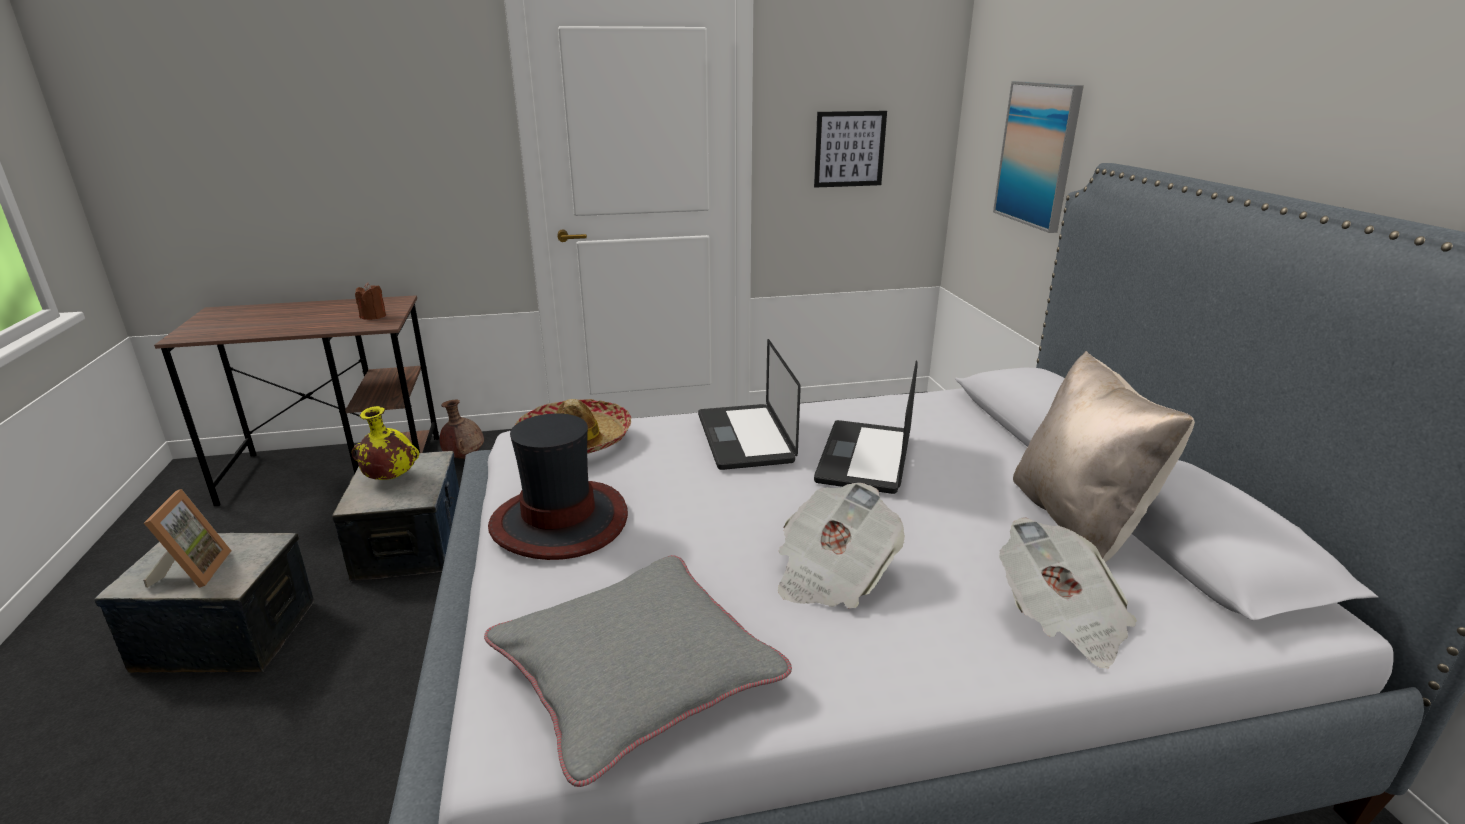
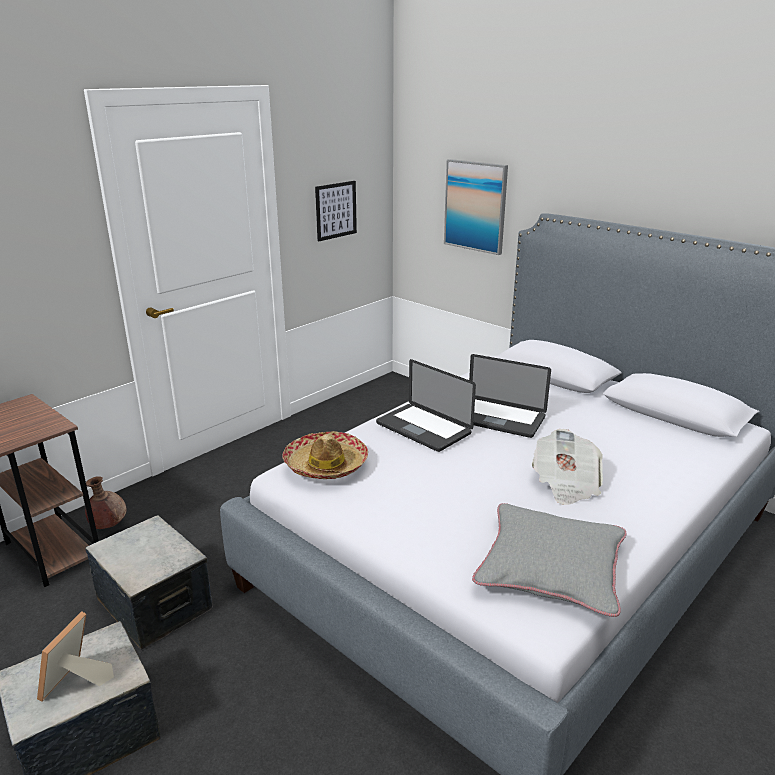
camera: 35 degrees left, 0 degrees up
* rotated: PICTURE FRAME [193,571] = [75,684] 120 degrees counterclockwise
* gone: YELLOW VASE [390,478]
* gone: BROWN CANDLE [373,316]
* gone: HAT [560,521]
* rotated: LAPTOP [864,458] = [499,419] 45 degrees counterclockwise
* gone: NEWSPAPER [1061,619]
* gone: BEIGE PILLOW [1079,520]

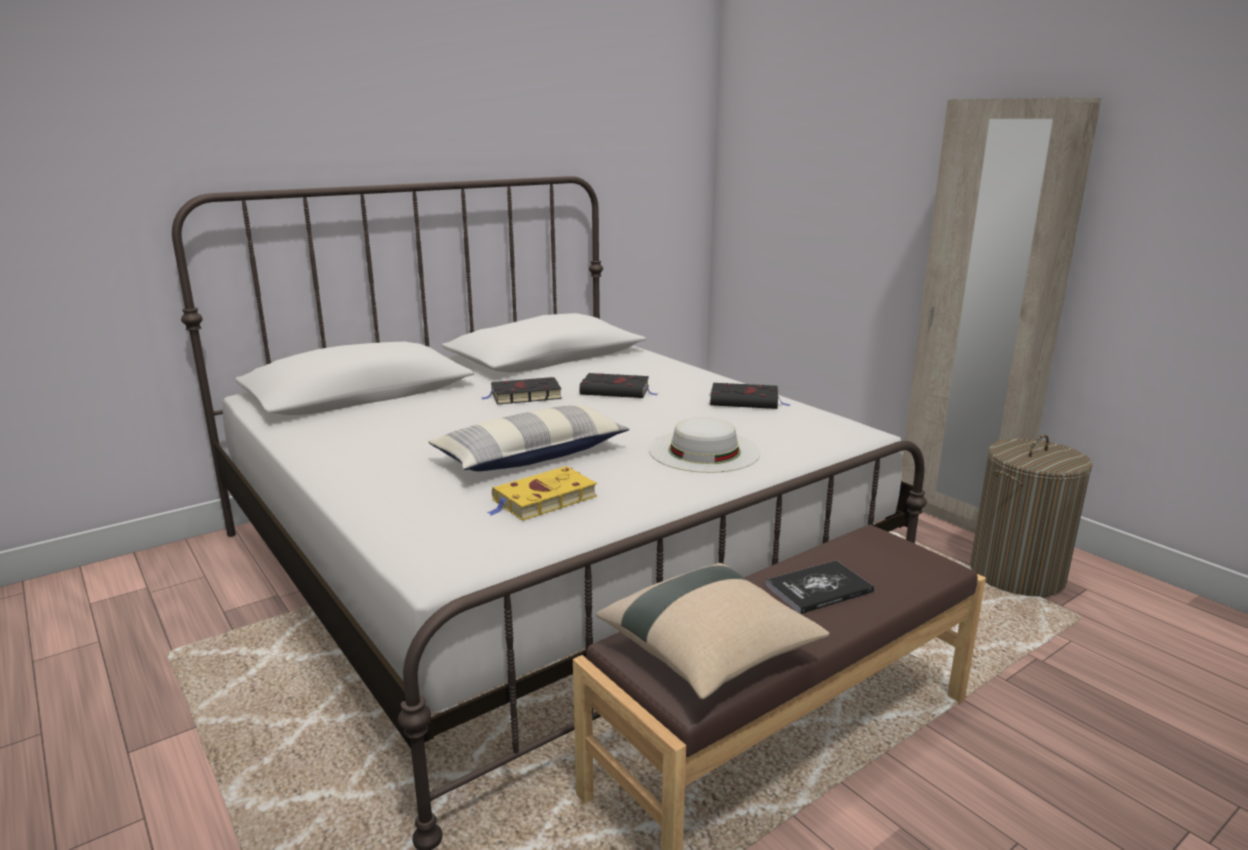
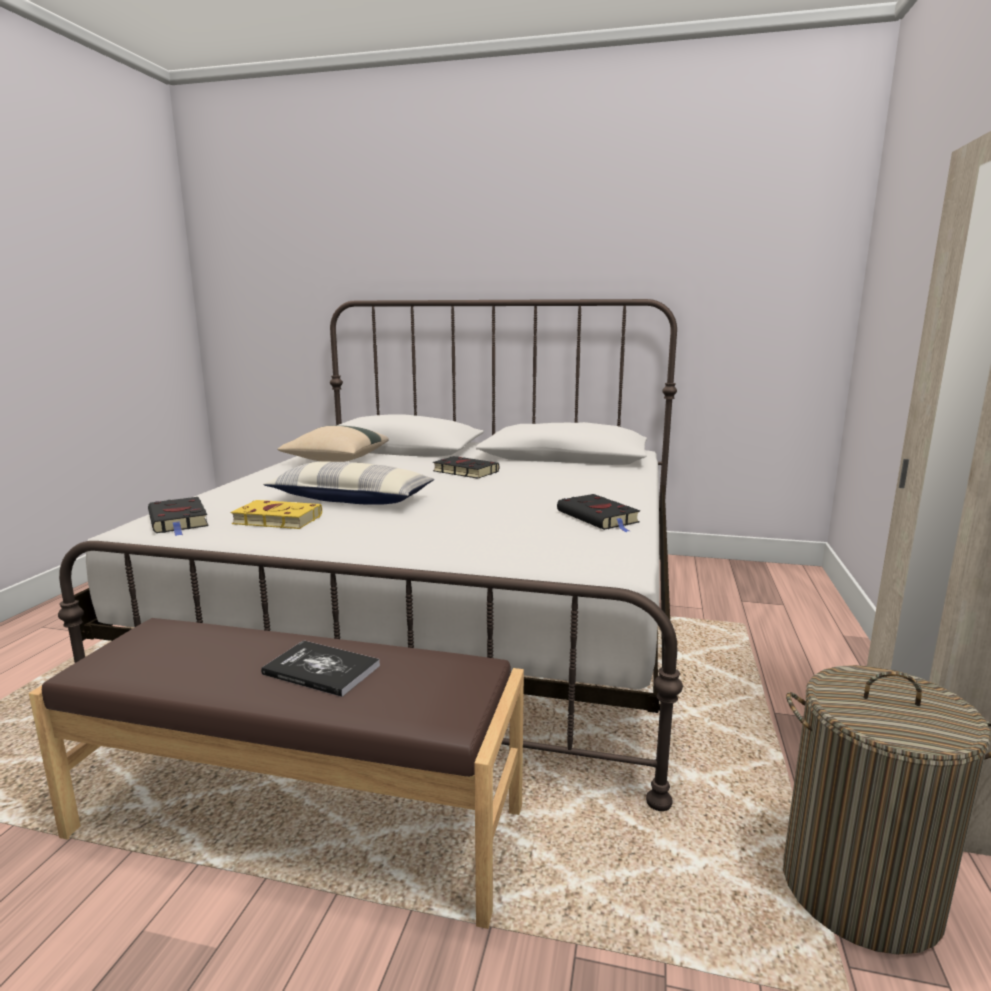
camera: 50 degrees right, 5 degrees down
* shifted: BLACK BOOK [617,391] to [179,521]
* shifted: BEIGE PILLOW [710,653] to [336,460]
* gone: WHITE HAT [704,451]

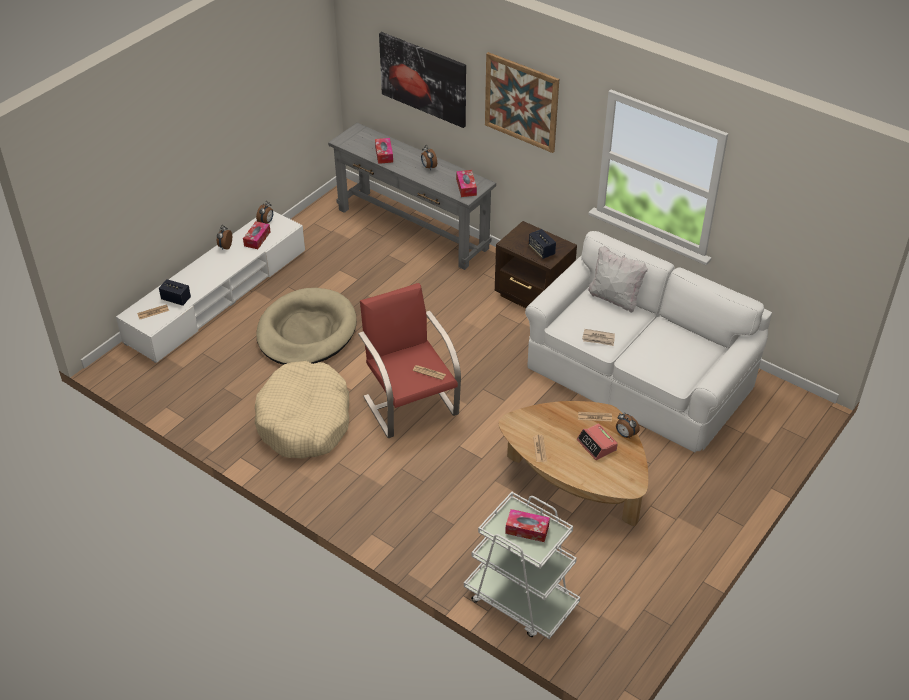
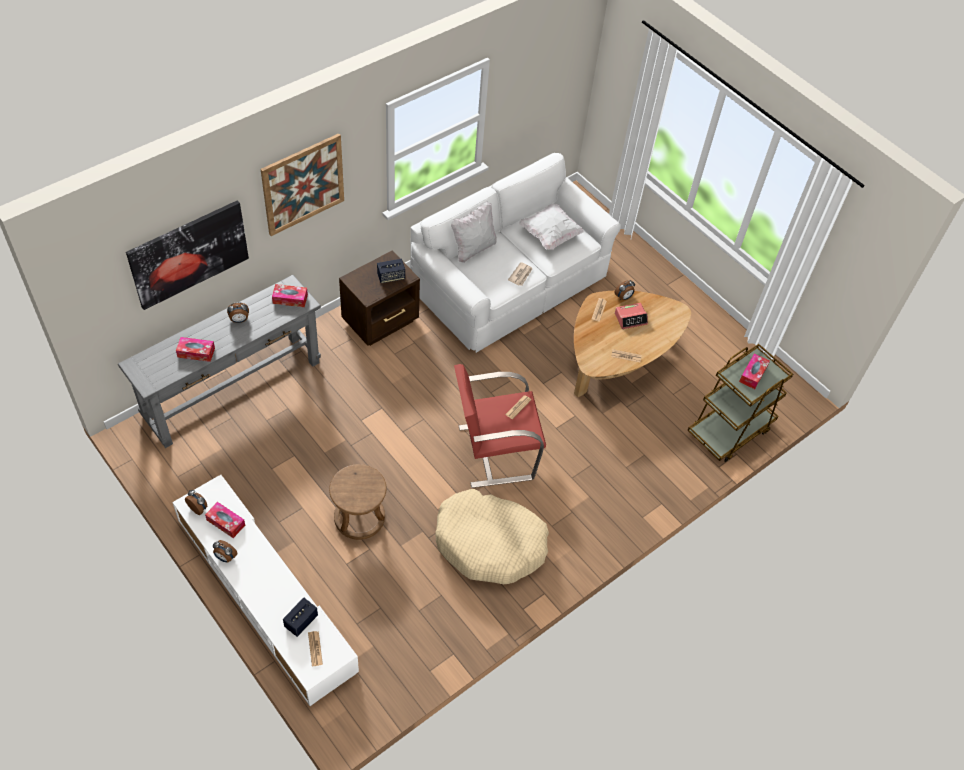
camera: 80 degrees left, 10 degrees up
* swapped: BEIGE DOG BED [306,331] to BROWN STOOL [359,518]
* repainted: WHITE CART [520,600] to BROWN CART [729,430]
* new: WHITE PILLOW [550,235]

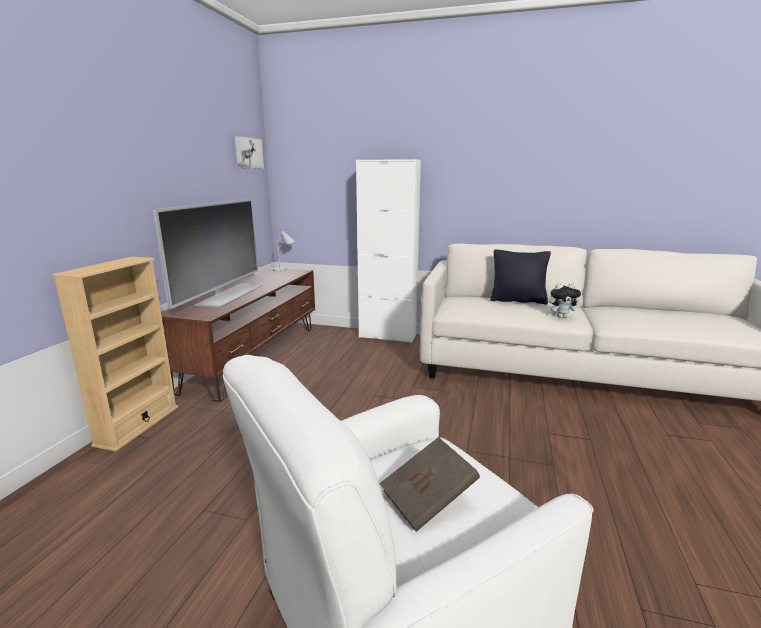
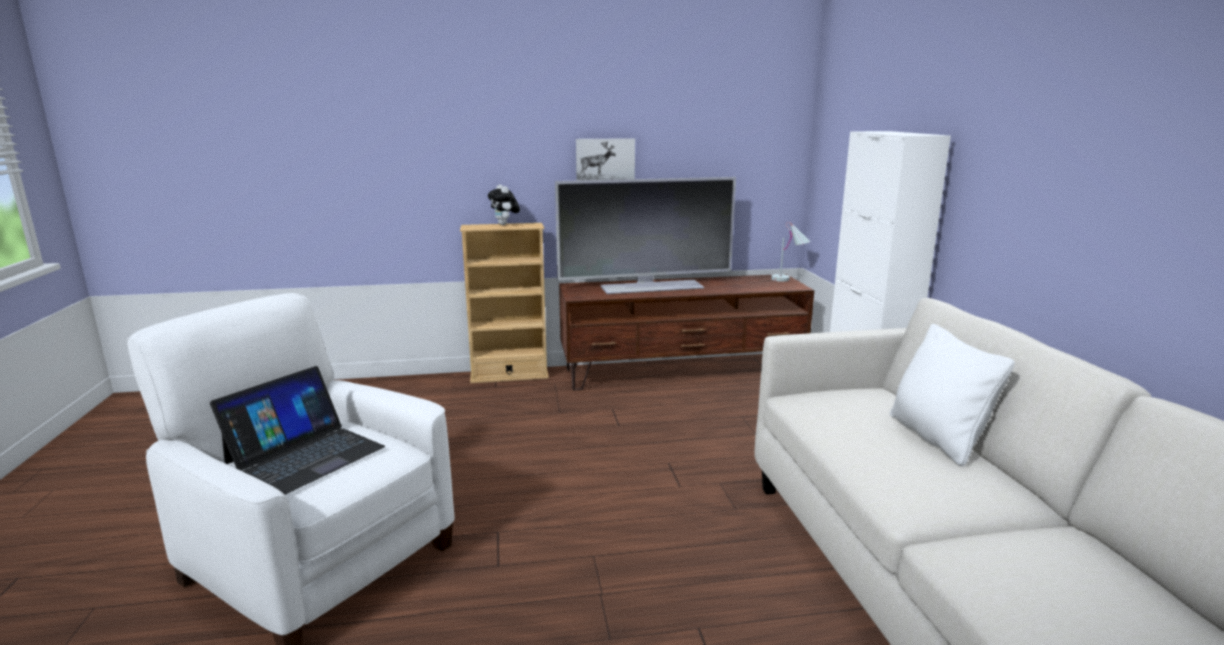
camera: 65 degrees right, 0 degrees up
* shifted: PICTURE [248,153] to [605,159]
* swapped: BROWN BOOK [428,499] to LAPTOP [305,455]
* repainted: BLACK PILLOW [518,301] to WHITE PILLOW [937,438]
* shifted: PLUSH TOY [562,317] to [505,224]

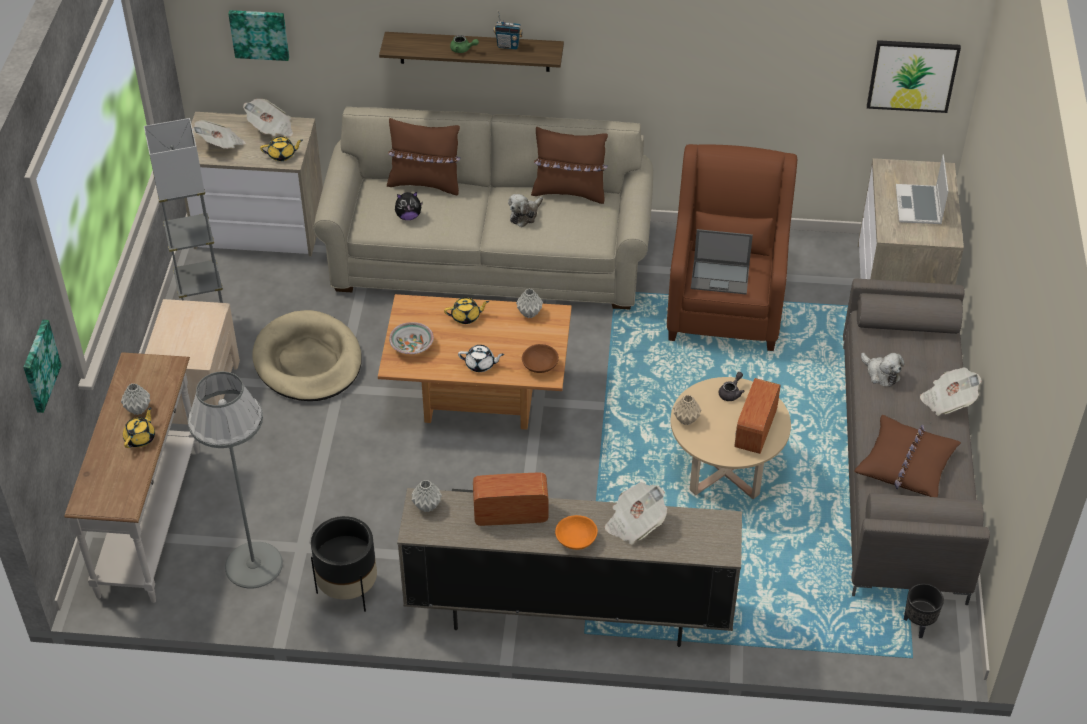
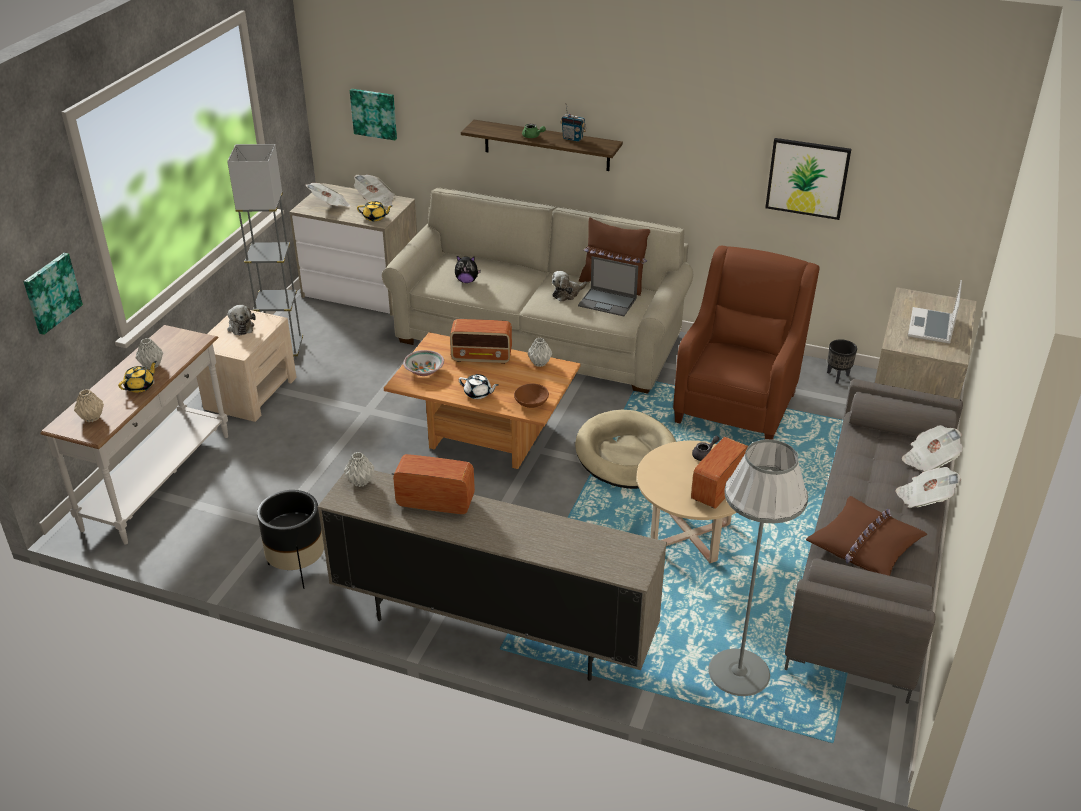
camera: 15 degrees right, 10 degrees down
* shifted: GREY FLOOR LAMP [253,565] to [738,673]
* shifted: BEIGE DOG BED [308,361] to [626,454]
* gone: BROWN PILLOW [425,183]
* swapped: YELLOW TEAPOT [466,317] to RADIO [482,357]
* gone: ORANGE BOWL [576,540]
* shifted: NEWSPAPER [634,523] to [929,460]
* shifted: BEIGE VASE [686,419] to [92,418]
* shifted: LAPTOP [720,277] to [608,302]
* shifted: PLUSH TOY [881,374] to [240,326]
* shifted: PICTURE [912,75] to [807,178]
* shifted: BLACK PLANTER [918,625] to [838,377]

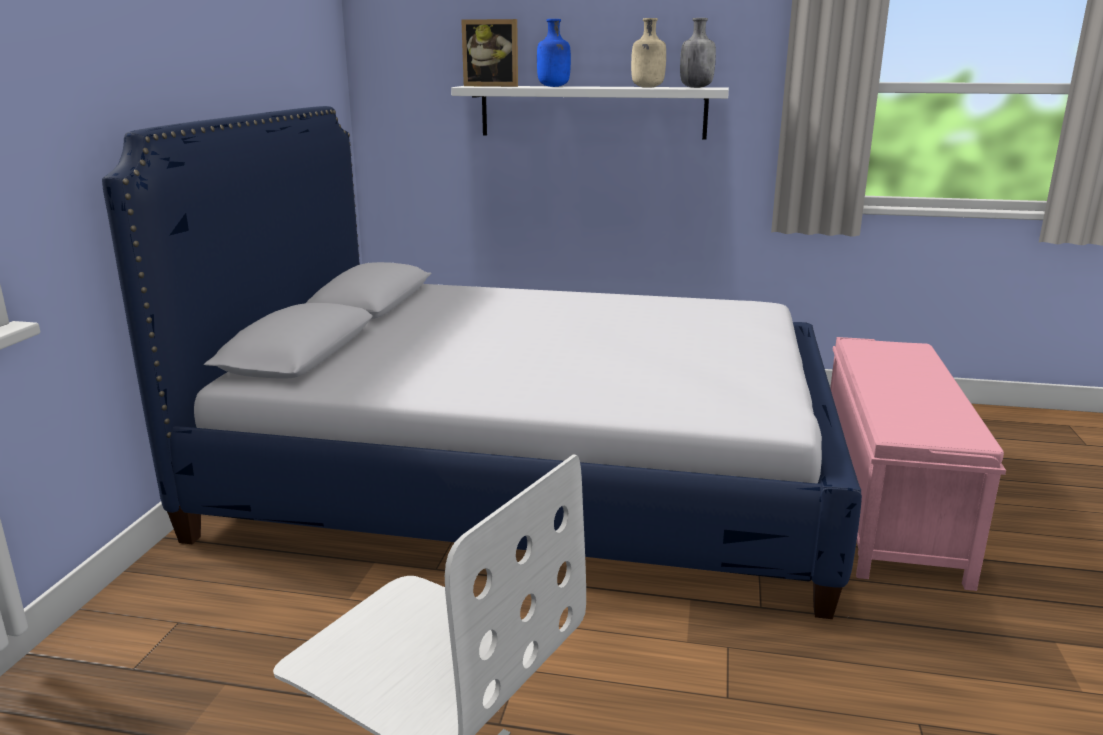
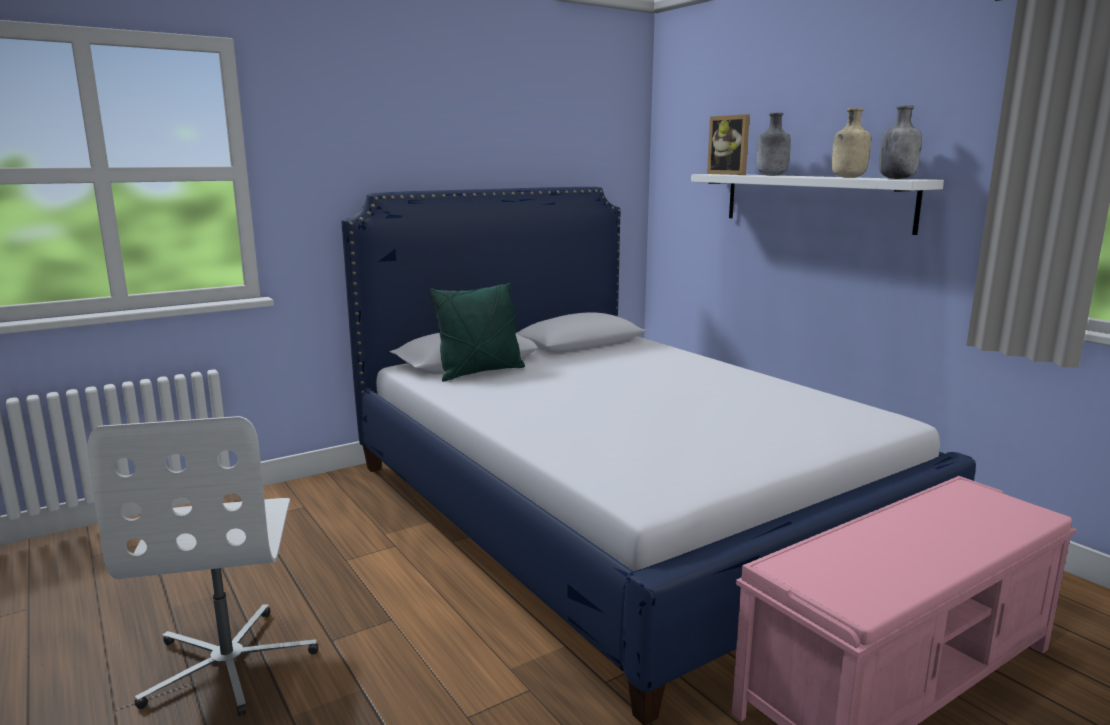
camera: 45 degrees right, 5 degrees down
* repainted: BLUE BOTTLE [553,86] to GREY BOTTLE [771,175]
* new: GREEN PILLOW [480,372]

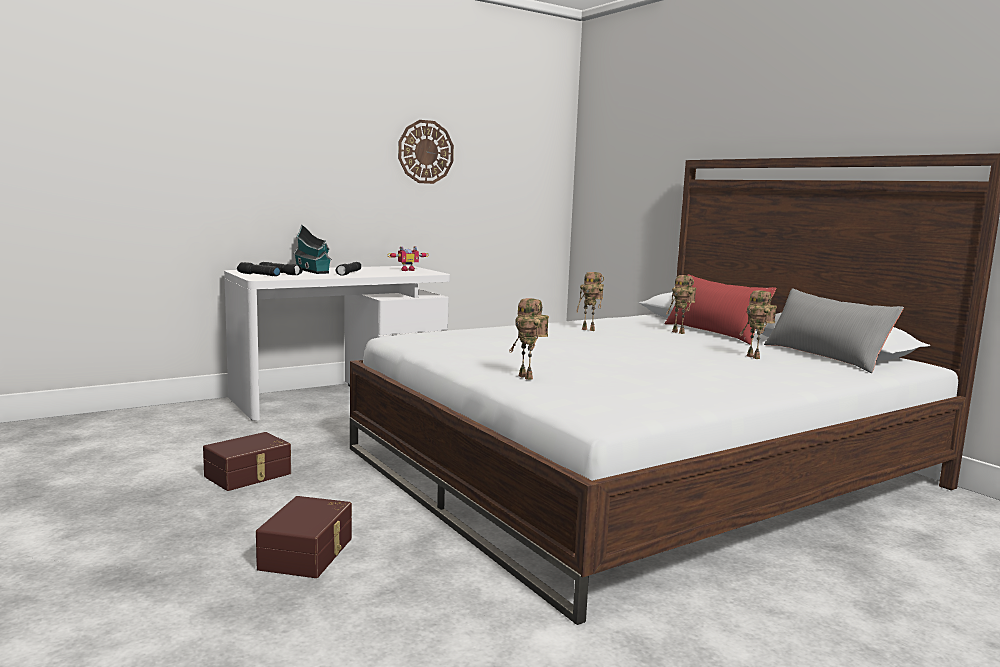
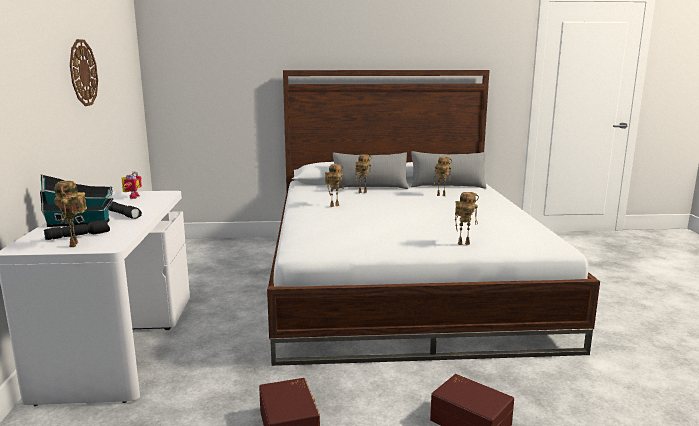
camera: 60 degrees left, 5 degrees up
* swapped: BLACK FLASHLIGHT [258,275] to TOY ROBOT [75,245]
* repainted: RED PILLOW [714,333] to GREY PILLOW [370,187]

